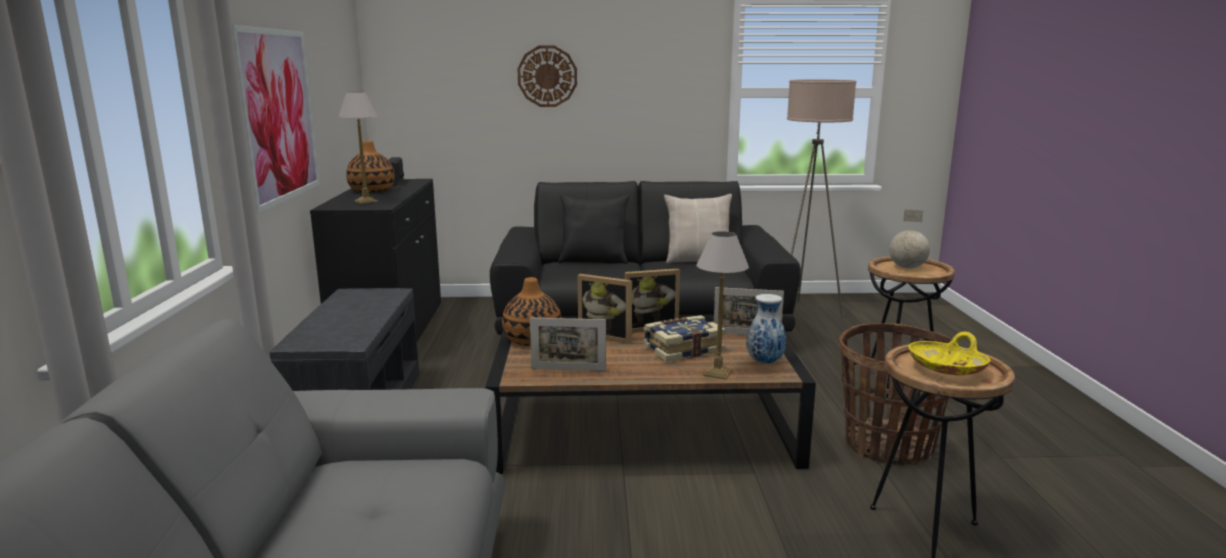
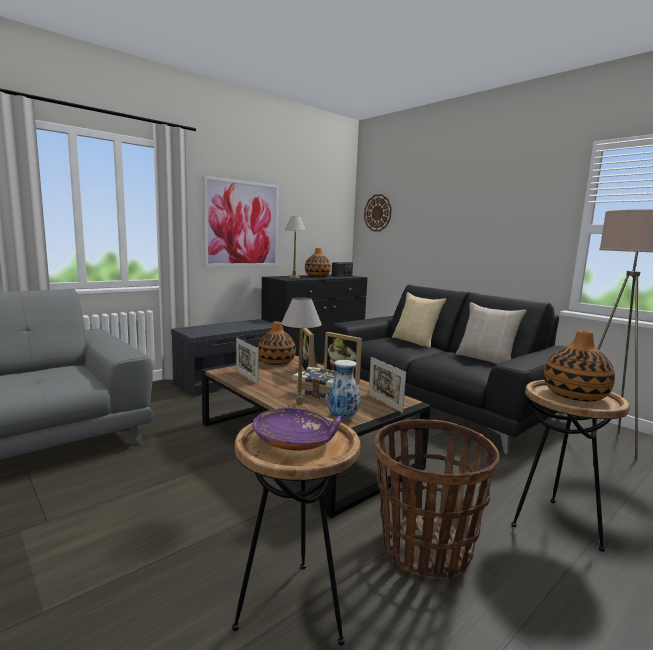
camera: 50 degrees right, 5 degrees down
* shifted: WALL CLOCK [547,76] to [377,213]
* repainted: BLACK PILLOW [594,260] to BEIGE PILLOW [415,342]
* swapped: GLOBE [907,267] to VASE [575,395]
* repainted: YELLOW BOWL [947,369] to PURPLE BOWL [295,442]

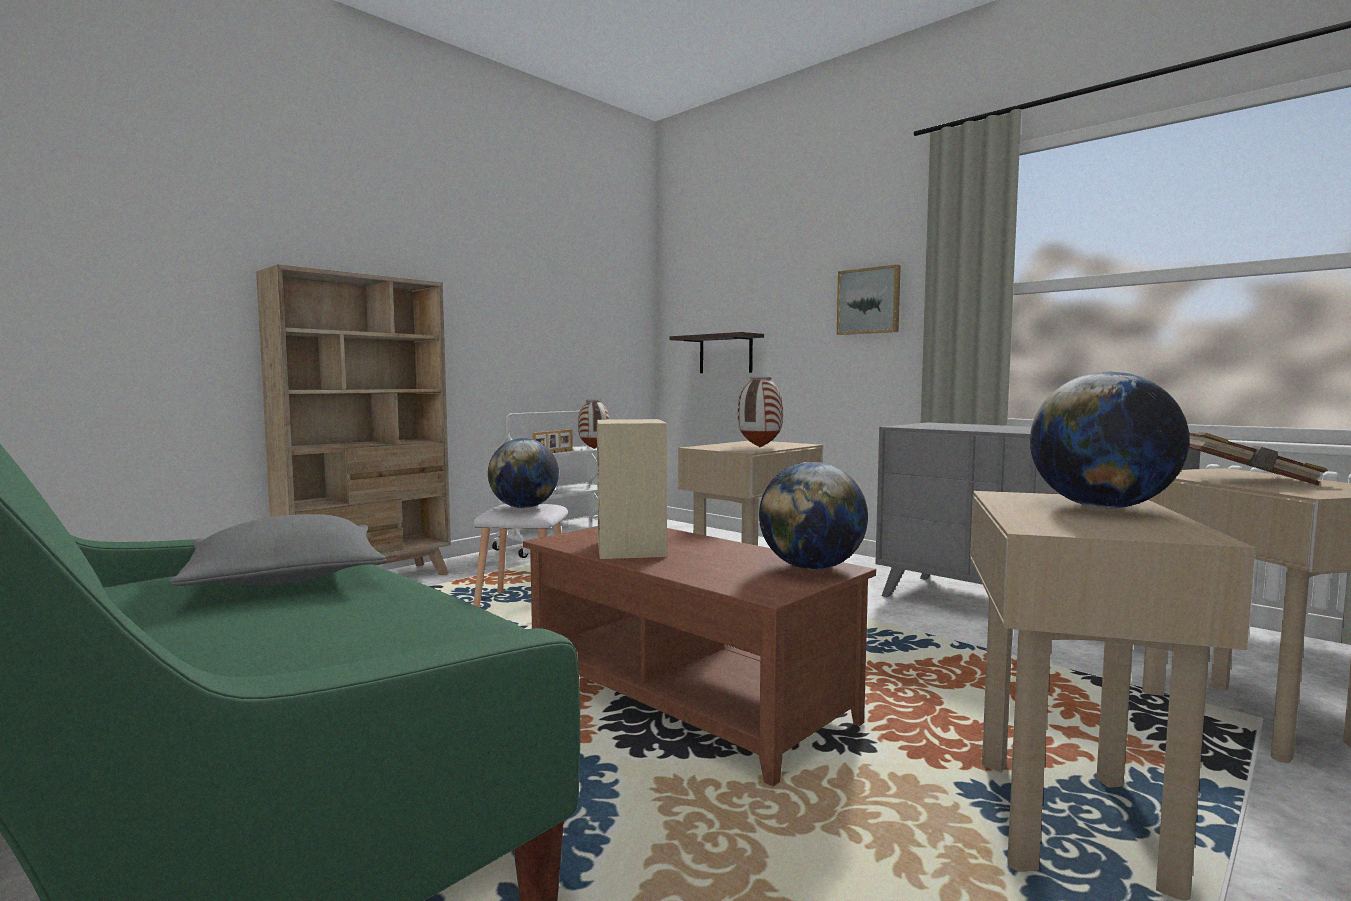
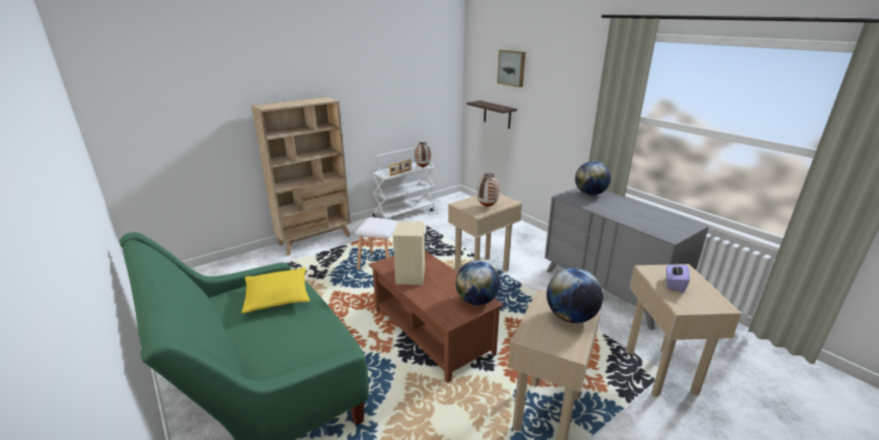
camera: 10 degrees right, 20 degrees up
* repainted: GREY PILLOW [286,577] to YELLOW PILLOW [277,297]
* shifted: GLOBE [524,507] to [590,194]
* shifted: PICTURE [869,301] to [512,68]
* swapped: BROWN BOOK [1242,479] to PURPLE TISSUE BOX [674,284]

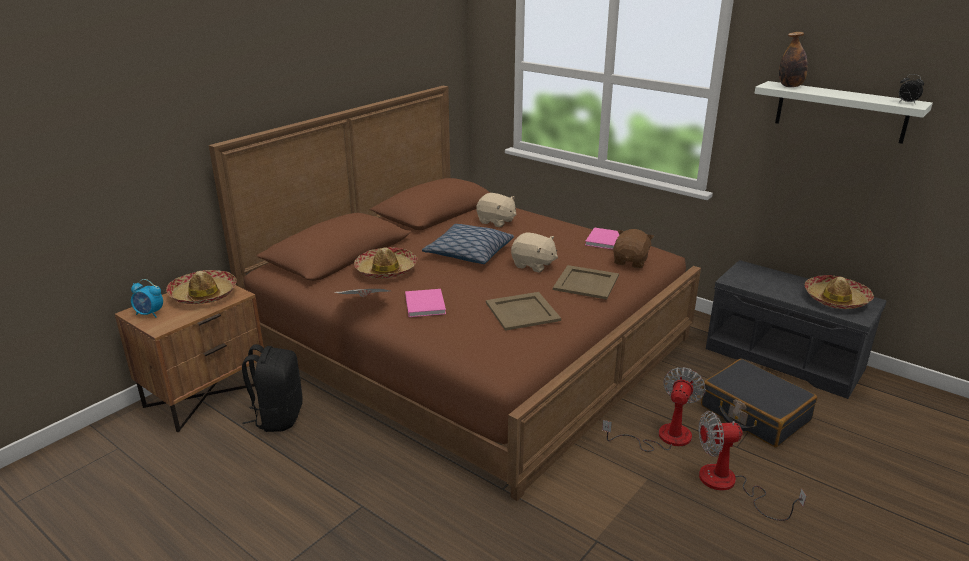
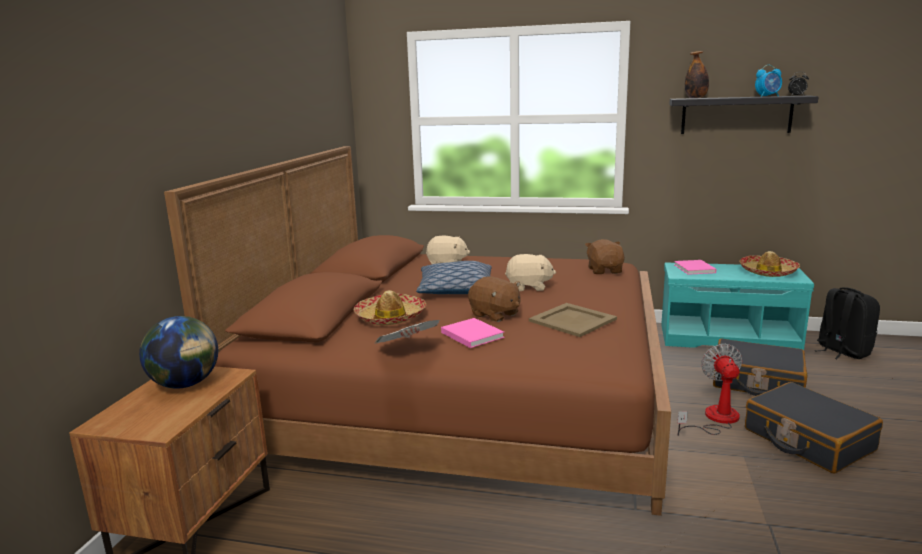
camera: 25 degrees left, 10 degrees down
* shifted: ALARM CLOCK [149,314] to [767,96]
* swapped: HAT [203,294] to GLOBE [185,384]
* shifted: BLACK BACKPACK [278,417] to [842,351]
* gone: BEIGE TRAY [586,283]
* shifted: PINK BOOK [604,241] to [695,269]
* swapped: FAN [729,485] to BLACK SUITCASE [807,440]
* repainted: GREY BENCH [785,358] to TURQUOISE BENCH [728,338]
* repainted: WHITE SHELF [840,112] to BLACK SHELF [736,115]
* new: BROWN PLUSH TOY [495,315]

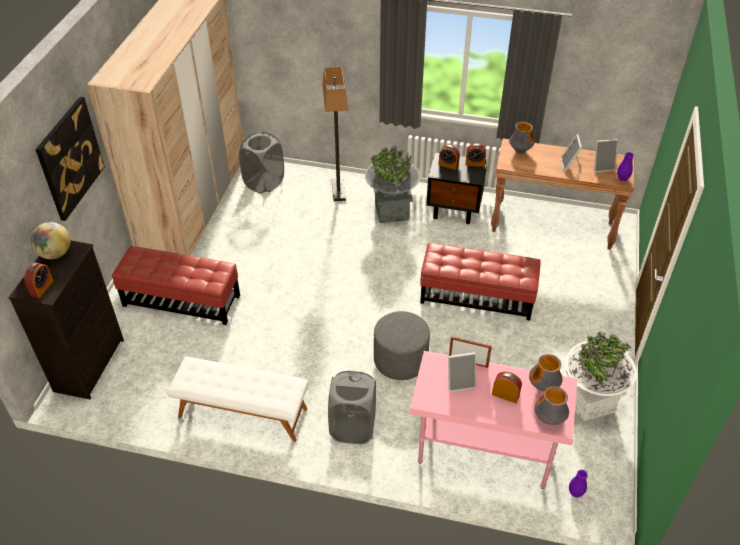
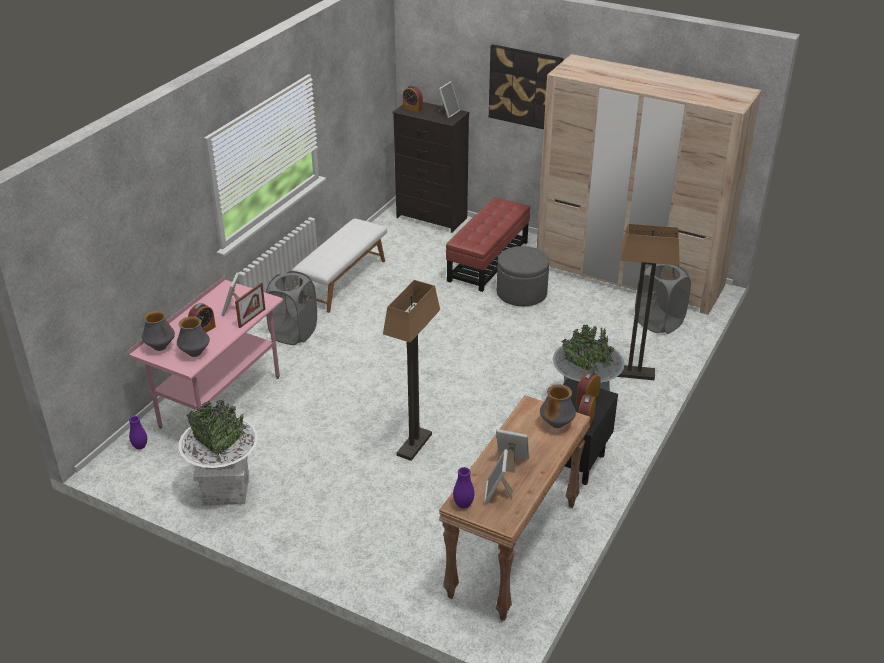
camera: 105 degrees right, 10 degrees down
* swapped: GLOBE [55,253] to PICTURE FRAME [448,112]
* shifted: GREY OTTOMAN [400,359] to [521,293]
* swapped: RED OTTOMAN [477,296] to FLOOR LAMP [414,445]

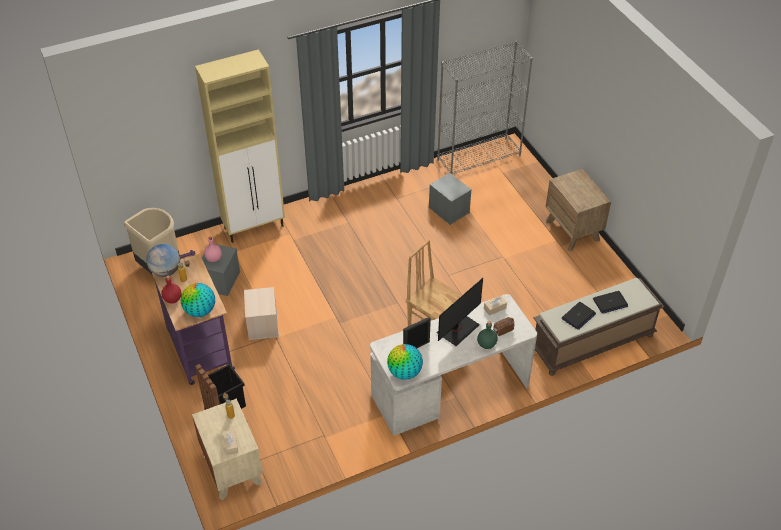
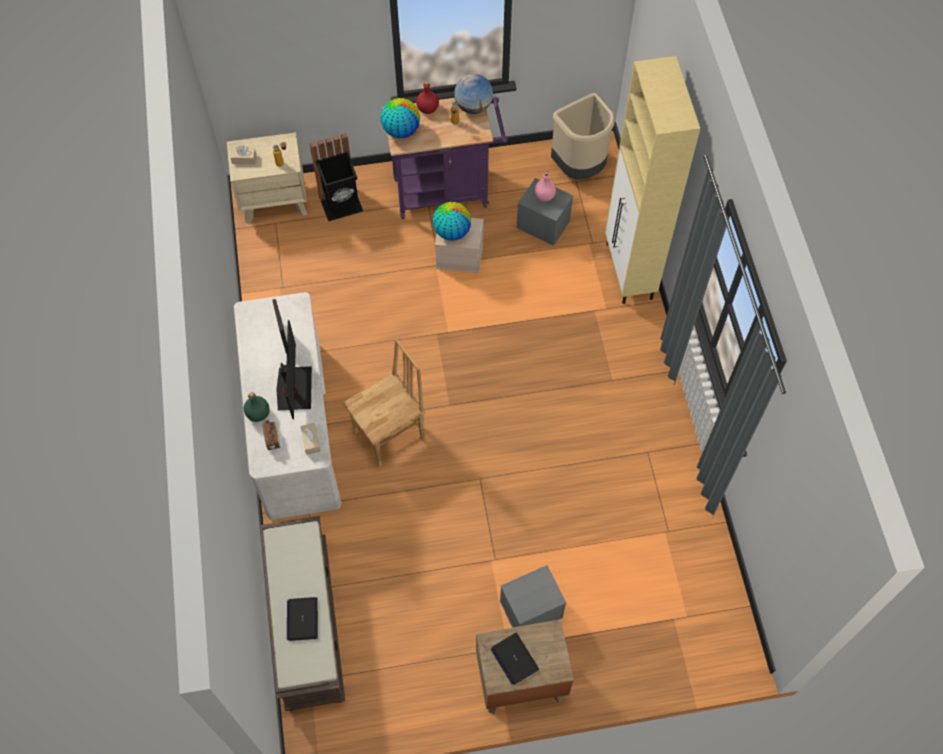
camera: 105 degrees right, 15 degrees up
* shifted: GLOBE [404,372] to [452,232]
* shifted: GREY STORAGE BOX [448,210] to [531,608]
* gone: GREY BOOKCASE [479,157]
* rotated: MONITOR [457,329] = [294,389] 150 degrees counterclockwise
* shifted: LAPTOP [578,316] to [514,658]

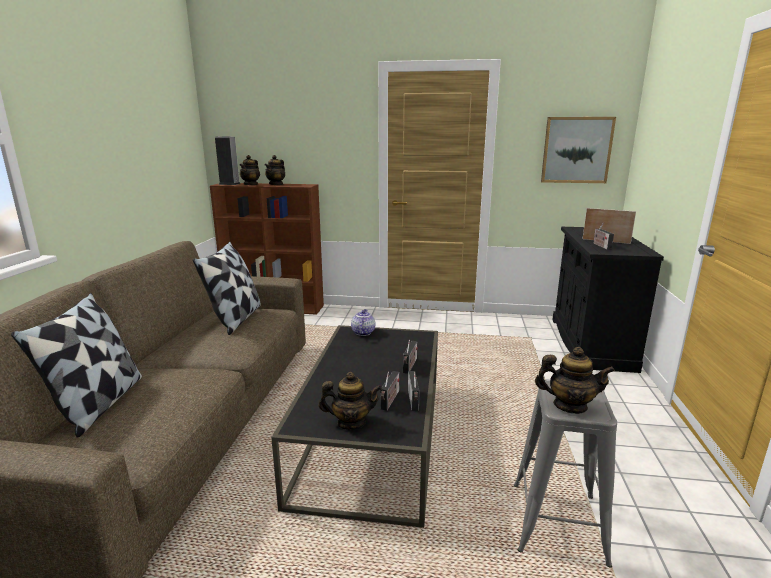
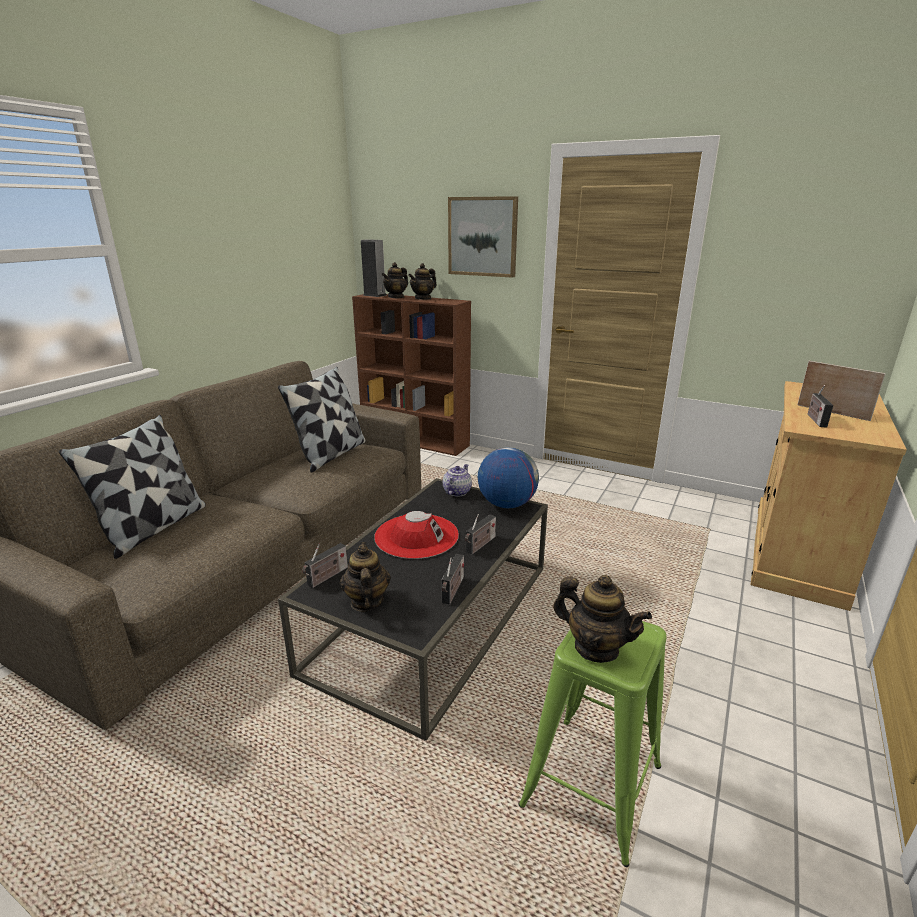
camera: 20 degrees right, 5 degrees up
* rotated: TEAPOT [351,422] = [366,601] 120 degrees counterclockwise
* shifted: RADIO [390,401] to [326,577]
* repainted: GREY STOOL [557,523] to GREEN STOOL [591,786]
* shifted: PICTURE [576,150] to [482,237]
* repainted: BLACK CABINET [590,343] to BEIGE CABINET [796,552]
* new: RED HAT [416,536]
* new: GLOBE [506,504]

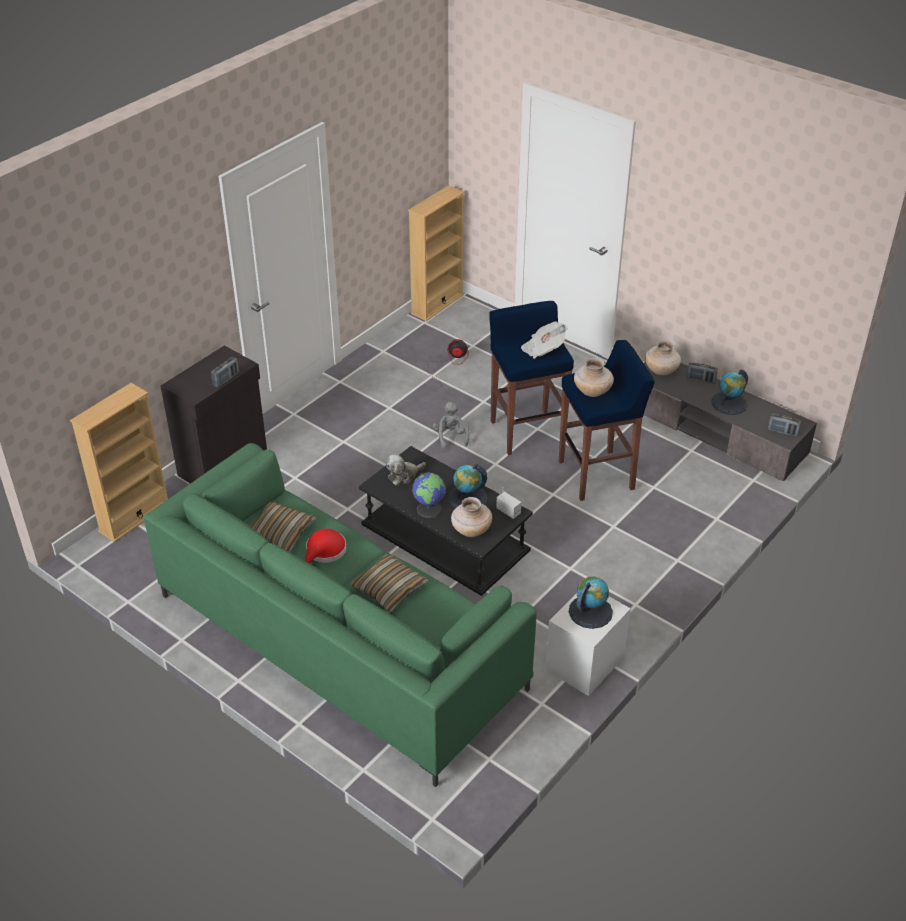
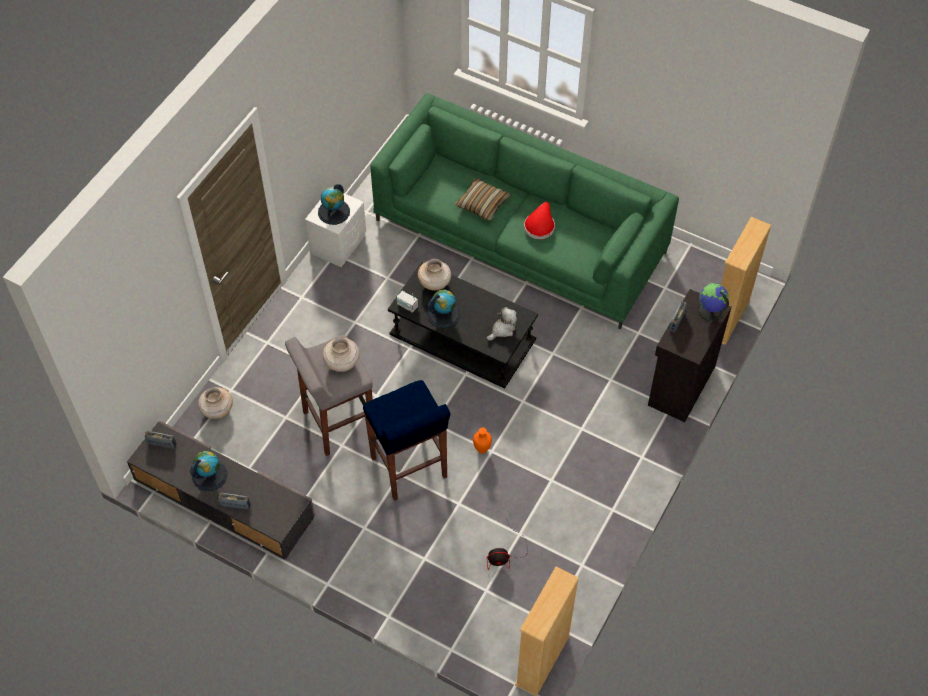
camera: 170 degrees right, 15 degrees up
* gone: PILLOW [280,533]
* shifted: GLOBE [429,508] to [710,312]
* swapped: GREY PLUSH TOY [450,437] to ORANGE VASE [481,450]
* gone: NEWSPAPER [543,349]
* repainted: BLUE STOOL [597,475] to GREY STOOL [337,423]
* shifted: BEIGE VASE [661,371] to [217,410]

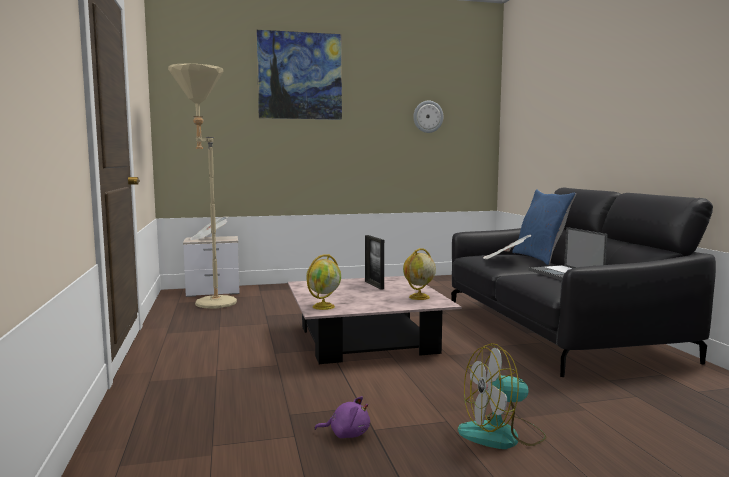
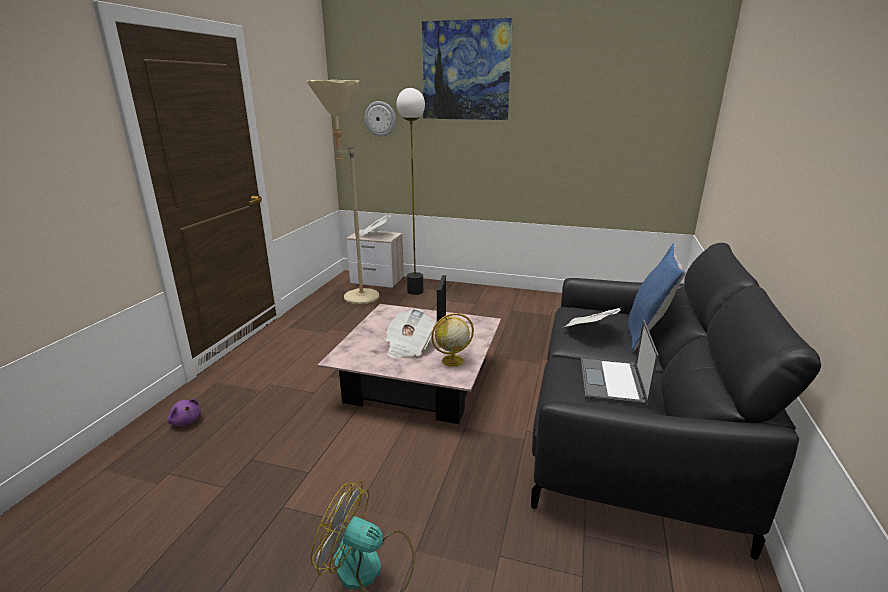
camera: 30 degrees right, 15 degrees up
* gone: GLOBE [324,306]
* shifted: PURPLE PLUSH TOY [347,434] to [185,421]
* shifted: WALL CLOCK [428,116] to [380,118]
* new: NEWSPAPER [408,346]
* new: FLOOR LAMP [415,291]

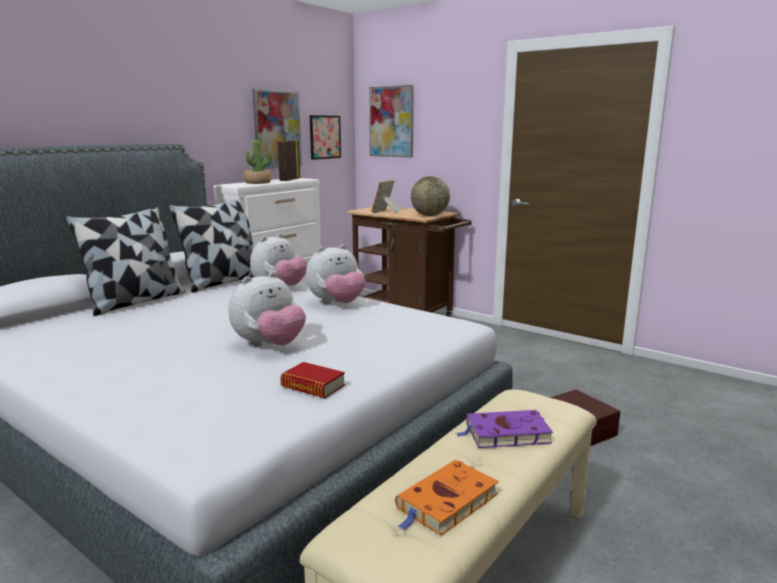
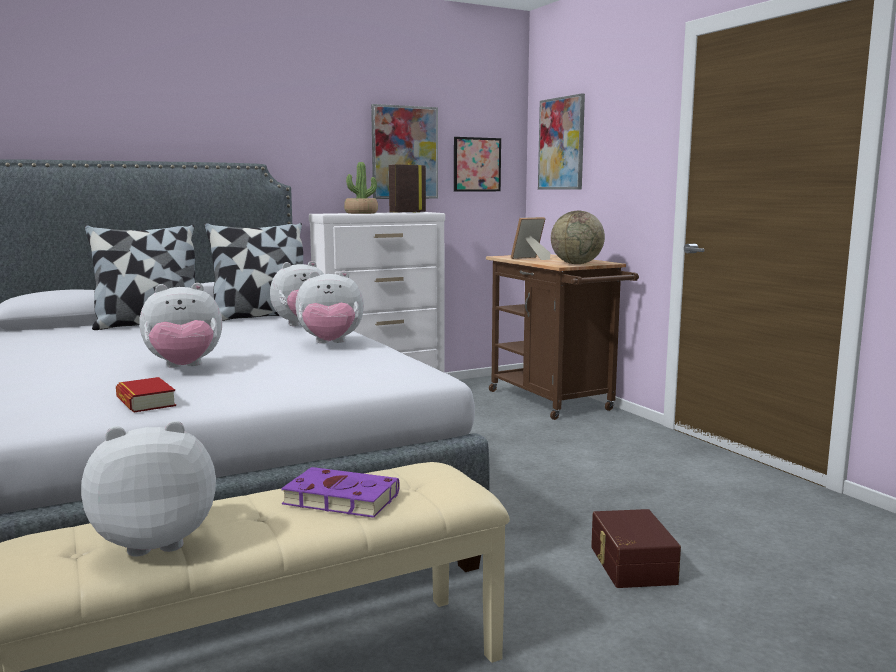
camera: 25 degrees right, 5 degrees down
* swapped: ORANGE BOOK [446,503] to PLUSH TOY [155,541]

